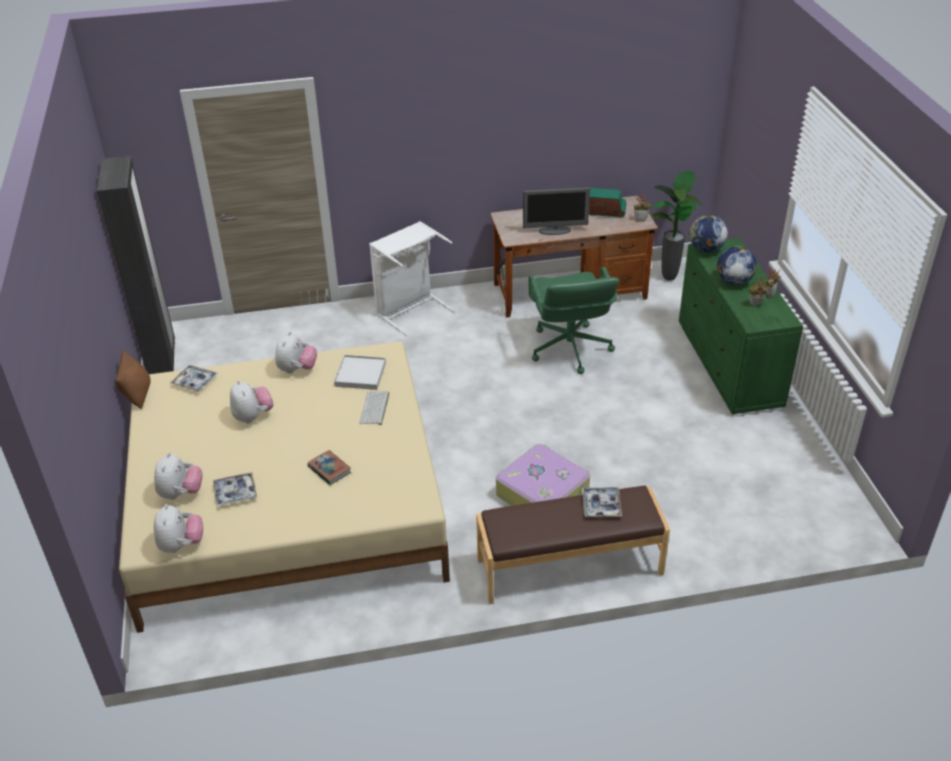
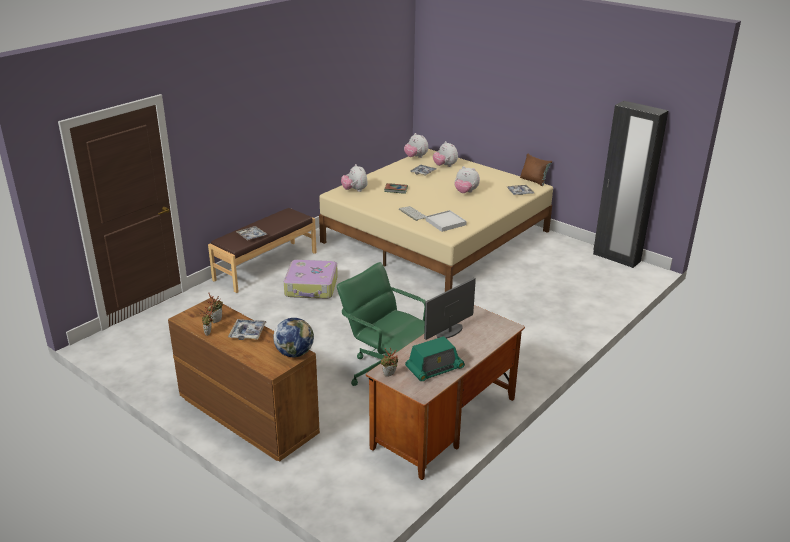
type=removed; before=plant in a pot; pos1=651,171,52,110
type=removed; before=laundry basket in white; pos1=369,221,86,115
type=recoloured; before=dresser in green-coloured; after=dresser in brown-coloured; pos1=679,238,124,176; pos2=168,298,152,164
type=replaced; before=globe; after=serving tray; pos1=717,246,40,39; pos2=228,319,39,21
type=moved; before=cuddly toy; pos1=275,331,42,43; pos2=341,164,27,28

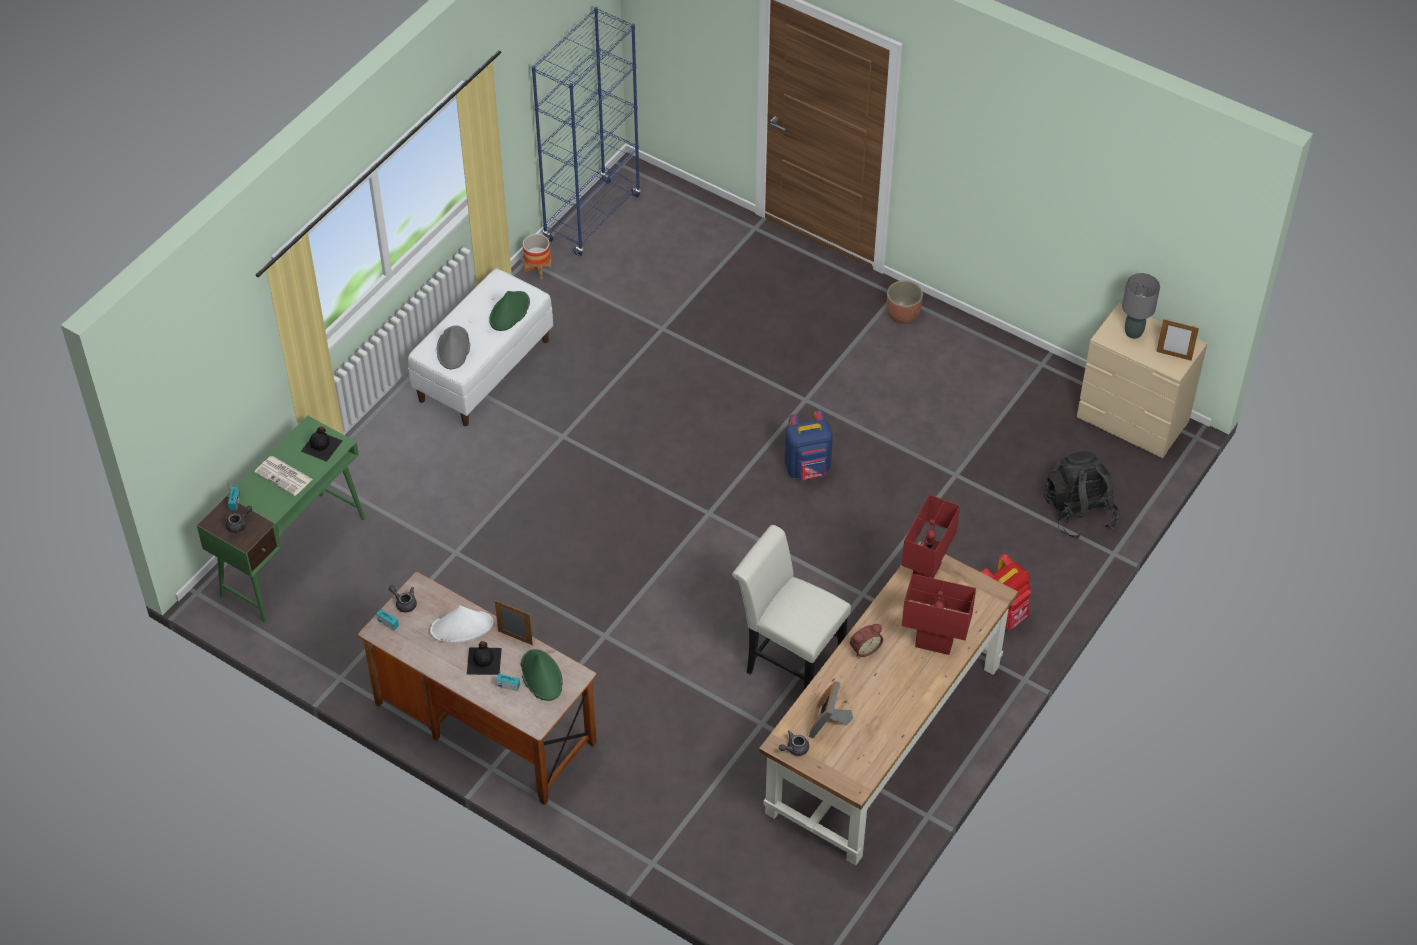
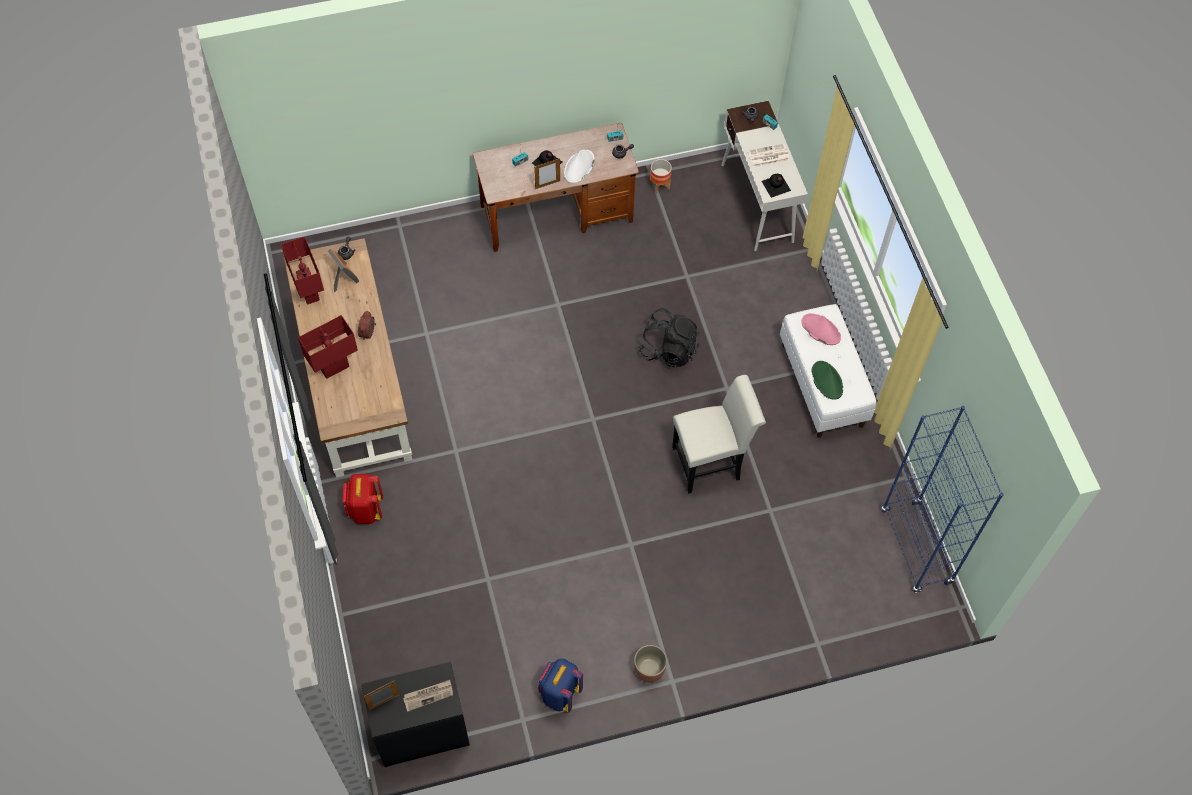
type=moved; before=flower pot; pos1=523,234,29,45; pos2=650,159,22,34
type=replaced; before=tabletop lamp in grey; after=daily paper; pos1=1122,273,38,66; pos2=403,680,50,32
type=recoloured; before=dresser in beige-coloured; after=dresser in black-coloured; pos1=1077,303,131,155; pos2=362,662,108,105
type=recoloured; before=hat in grey; after=hat in pinkish; pos1=437,325,33,44; pos2=802,313,39,32
type=moved; before=backpack in blue-coloured; pos1=785,410,48,70; pos2=538,659,45,53
type=recoloured; before=desk in green-coloured; after=desk in white; pos1=196,416,169,206; pos2=721,100,87,151
type=moved; before=backpack in black-coloured; pos1=1044,451,76,88; pos2=638,308,61,59
type=moved; before=tabletop lamp in red-coloured; pos1=902,494,58,84; pos2=281,236,43,68
type=moved; before=chair in white; pos1=732,525,119,165; pos2=672,375,94,119
type=removed; before=hat in green-coloured; pos1=521,649,42,52

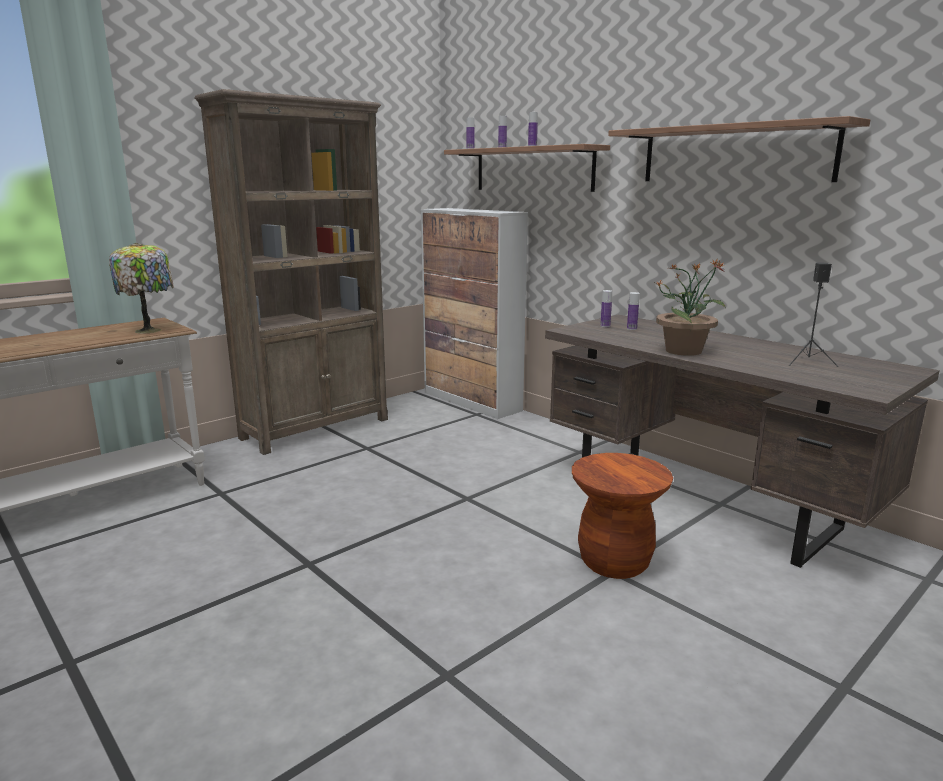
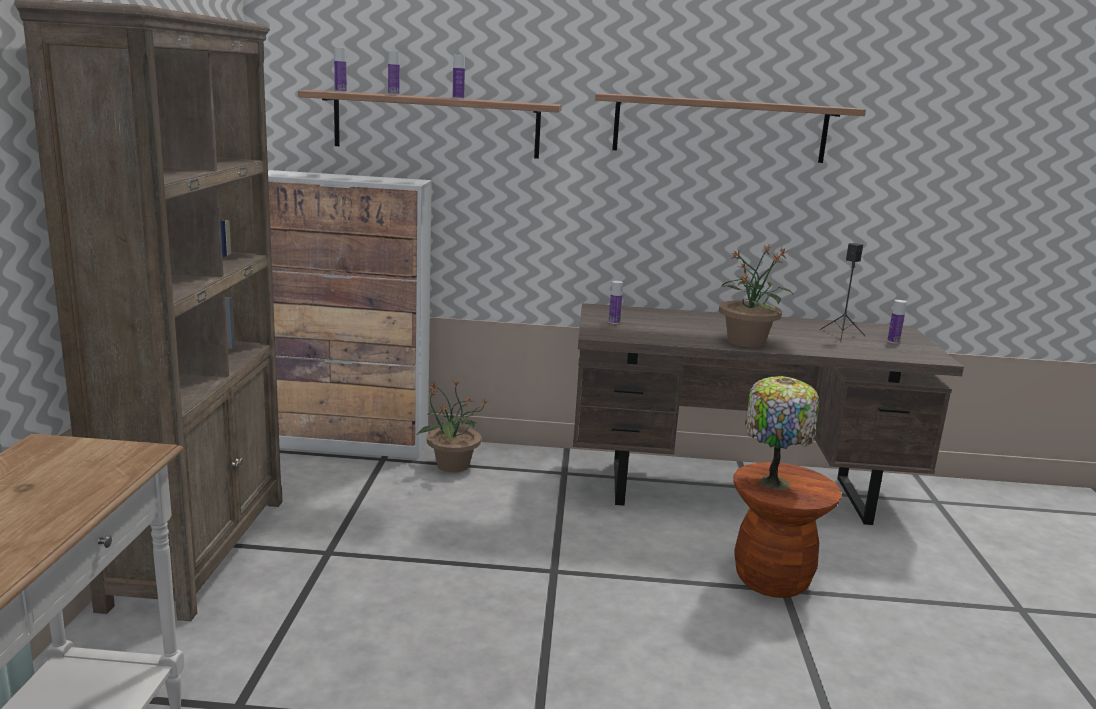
type=moved; before=tabletop lamp; pos1=109,243,65,90; pos2=745,376,74,114
type=moved; before=bottle; pos1=627,292,13,38; pos2=887,300,20,44
type=added; after=plant in a pot; pos2=417,379,71,93

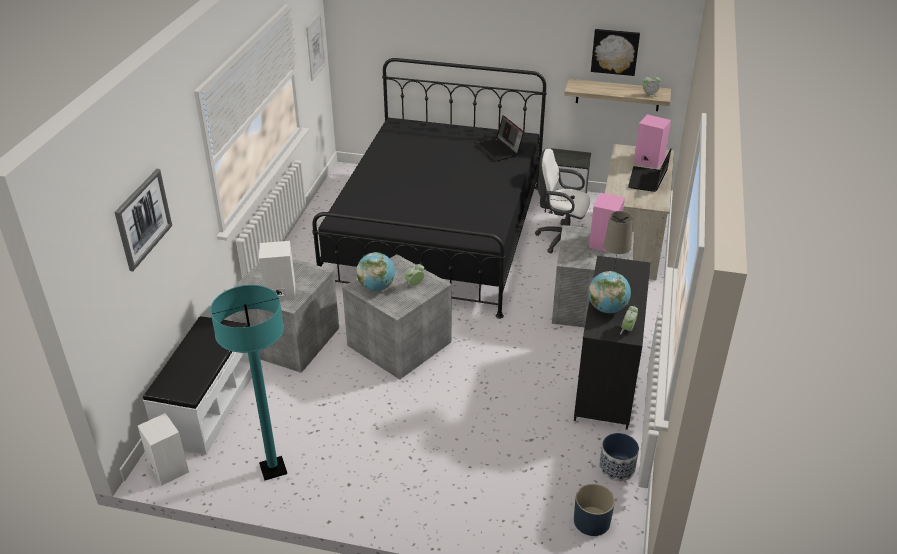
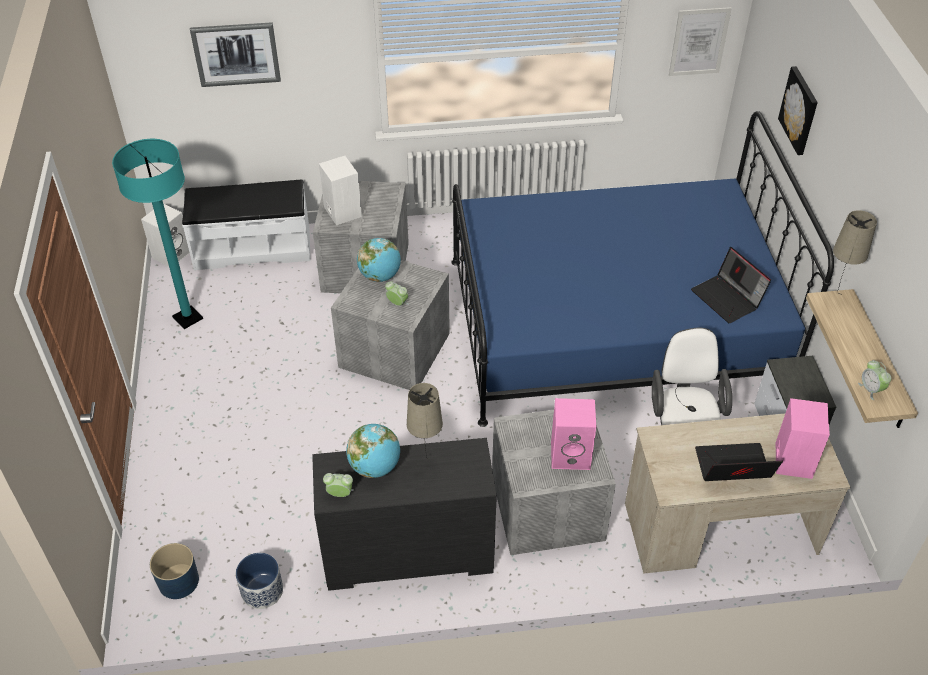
type=moved; before=picture; pos1=591,29,49,47; pos2=778,66,40,89
type=recoloured; before=bed in black-coloured; after=bed in blue-coloured; pos1=312,58,235,261; pos2=451,111,383,316
type=turned; before=notebook computer; pos1=476,115,48,47; pos2=691,247,80,76; turn=-75
type=added; after=tabletop lamp in beige-coloured; pos2=833,210,44,84

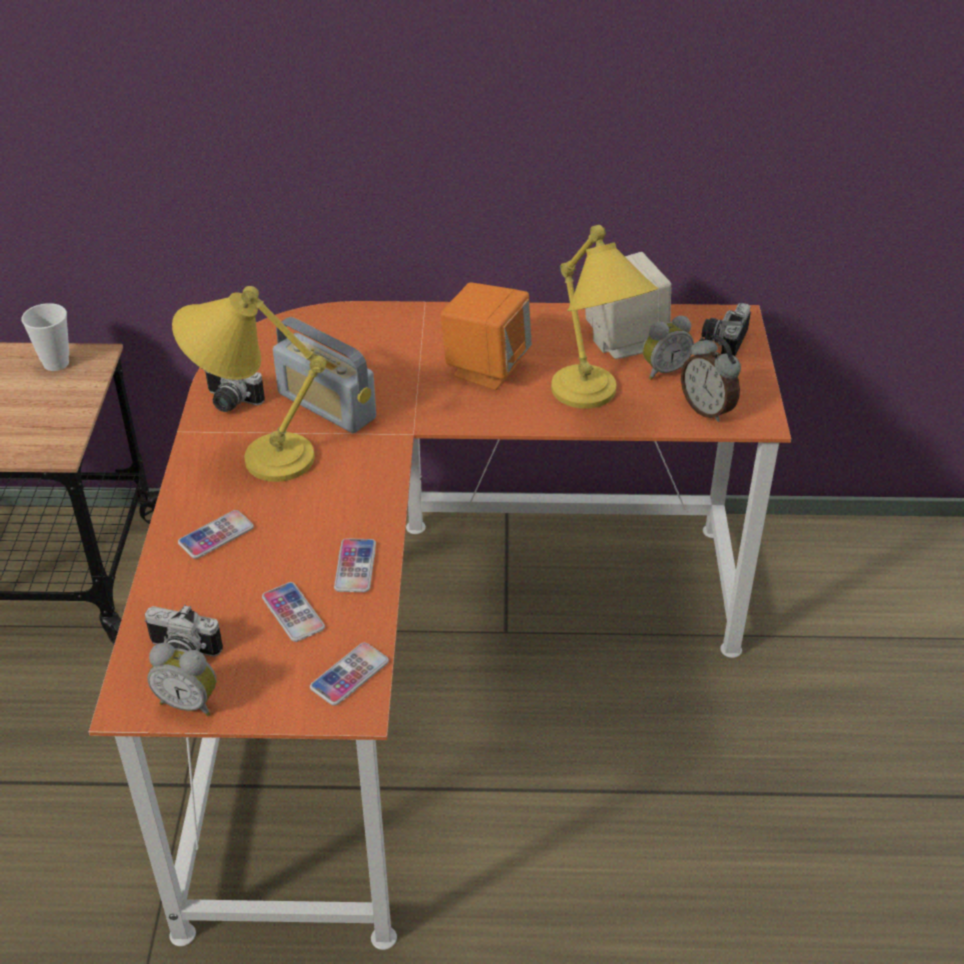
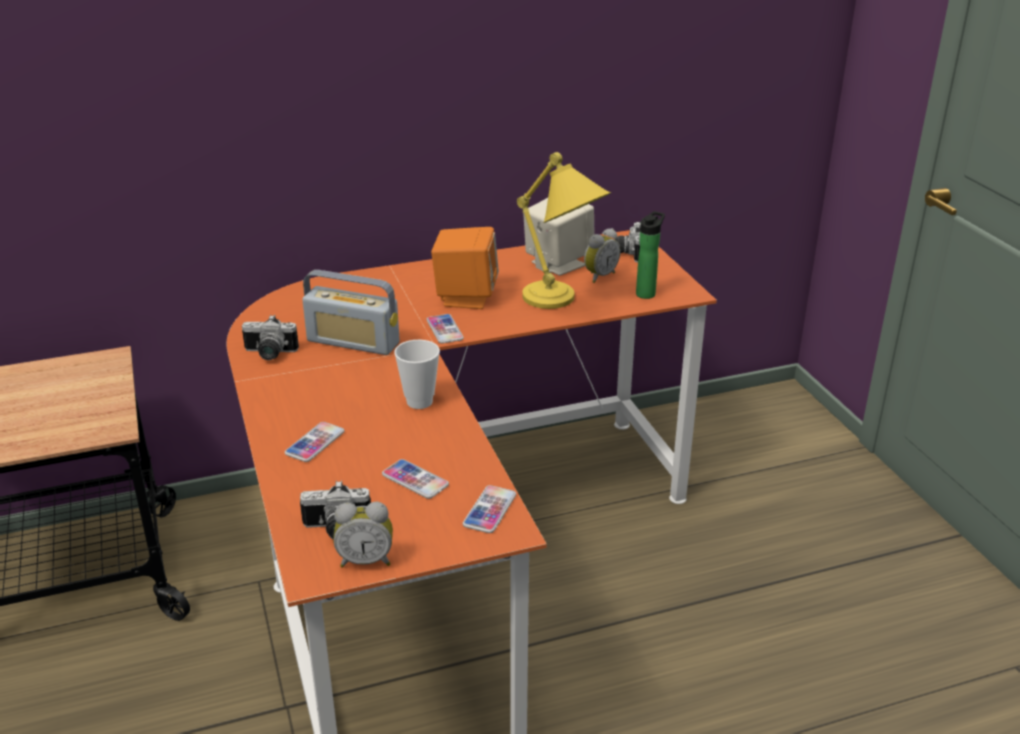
type=removed; before=tabletop lamp in yellow-coloured; pos1=172,286,155,196
type=moved; before=drinking cup; pos1=22,303,47,68; pos2=394,340,46,69
type=replaced; before=table clock; after=bottle; pos1=681,335,60,87; pos2=636,211,29,88
type=moved; before=handset; pos1=334,538,42,54; pos2=427,314,37,29

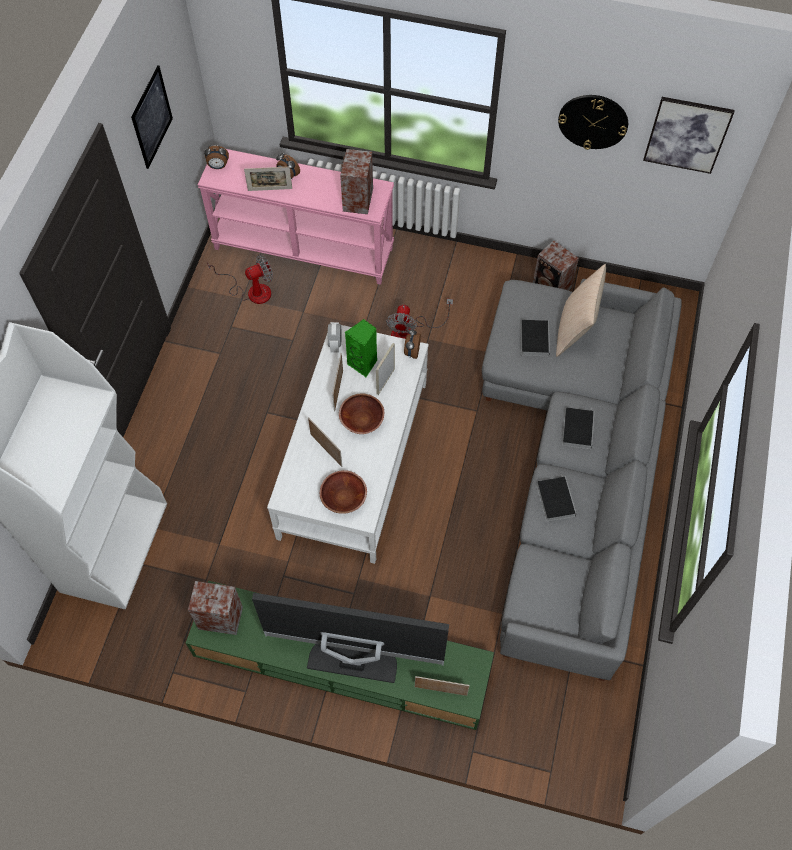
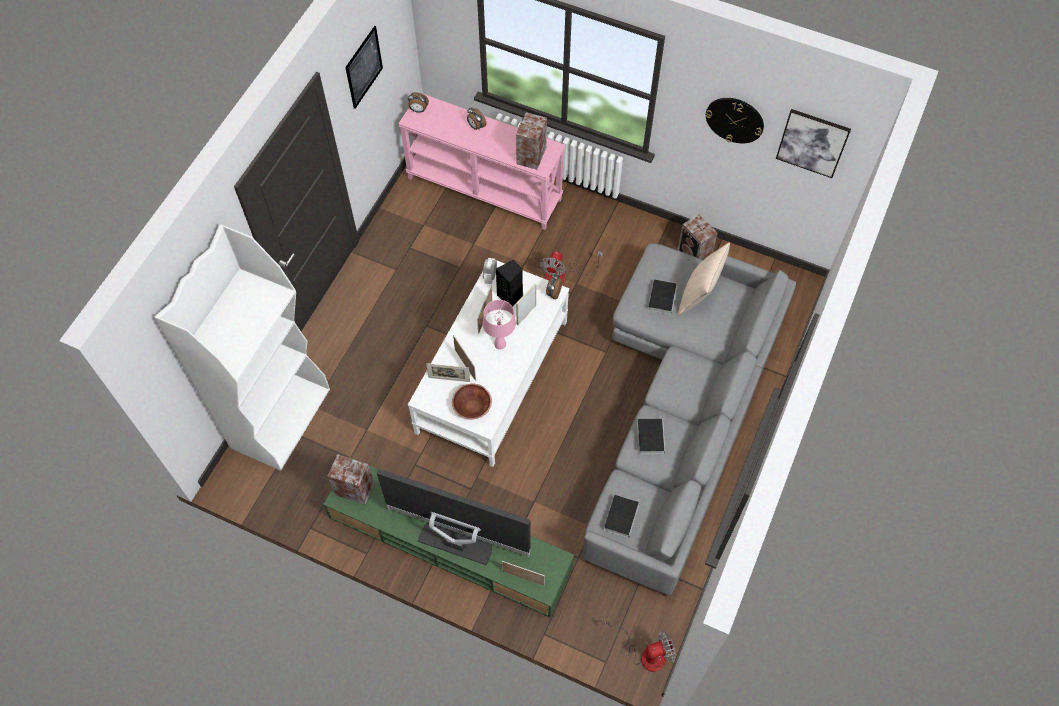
type=moved; before=photo frame; pos1=244,167,48,24; pos2=426,363,44,19
type=moved; before=fan; pos1=207,254,66,50; pos2=603,619,73,53
type=recoloured; before=loudspeaker in green-coloured; after=loudspeaker in black-coloured; pos1=345,319,32,59; pos2=496,260,27,47
type=replaced; before=deep dish in brown-coloured; after=tabletop lamp in pinkish; pos1=339,394,45,40; pos2=483,300,33,49
type=moved; before=bound book; pos1=562,408,33,41; pos2=604,495,36,43

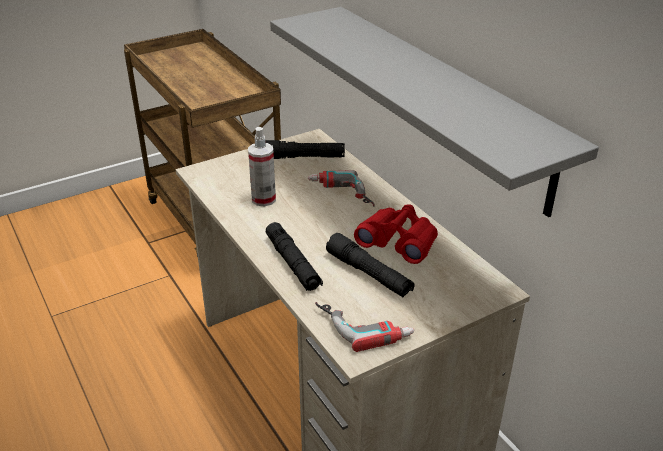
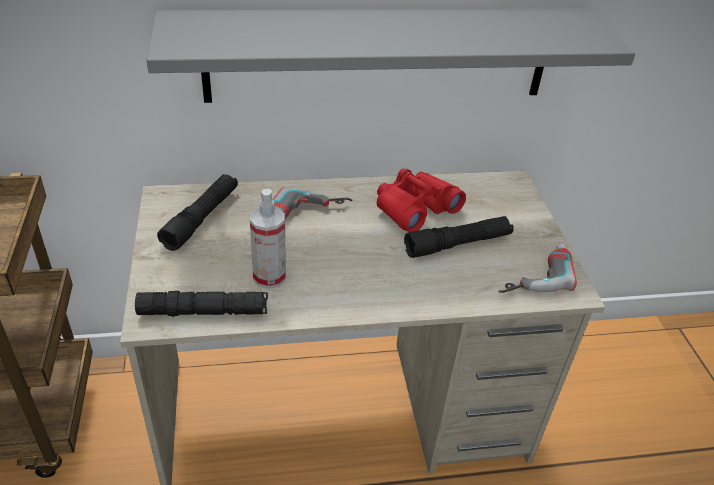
type=moved; before=torch in black-coloured; pos1=266,222,57,69; pos2=135,291,133,26

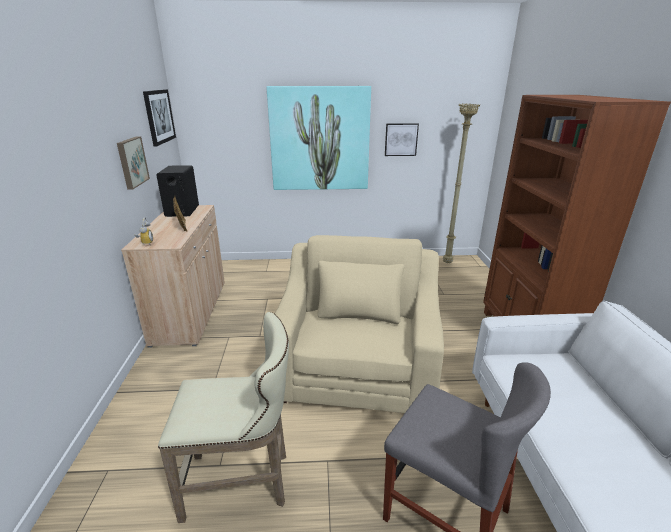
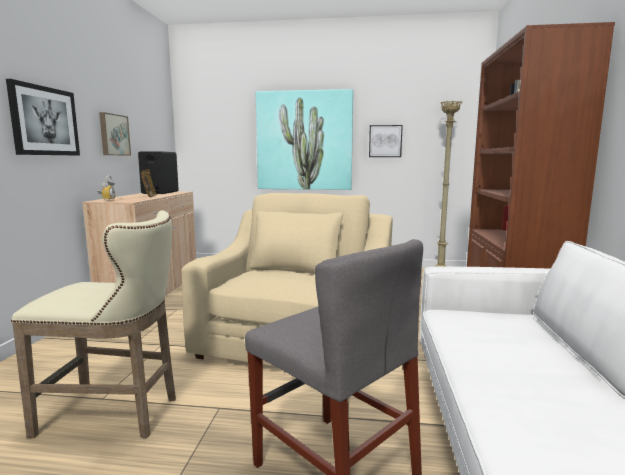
type=moved; before=picture; pos1=143,89,33,57; pos2=6,79,74,77

